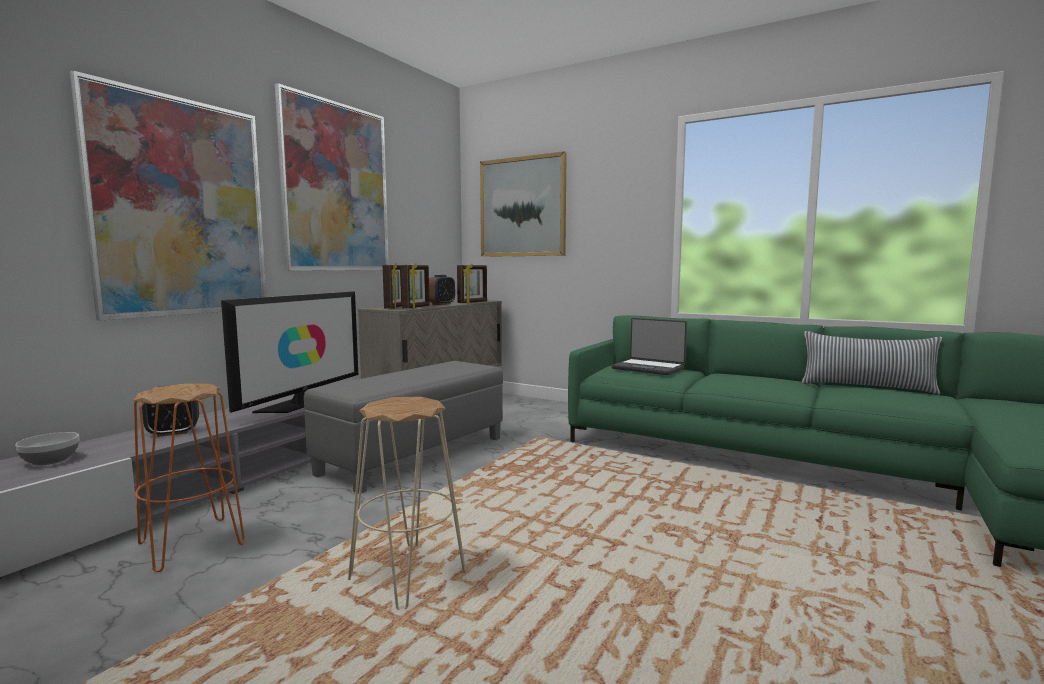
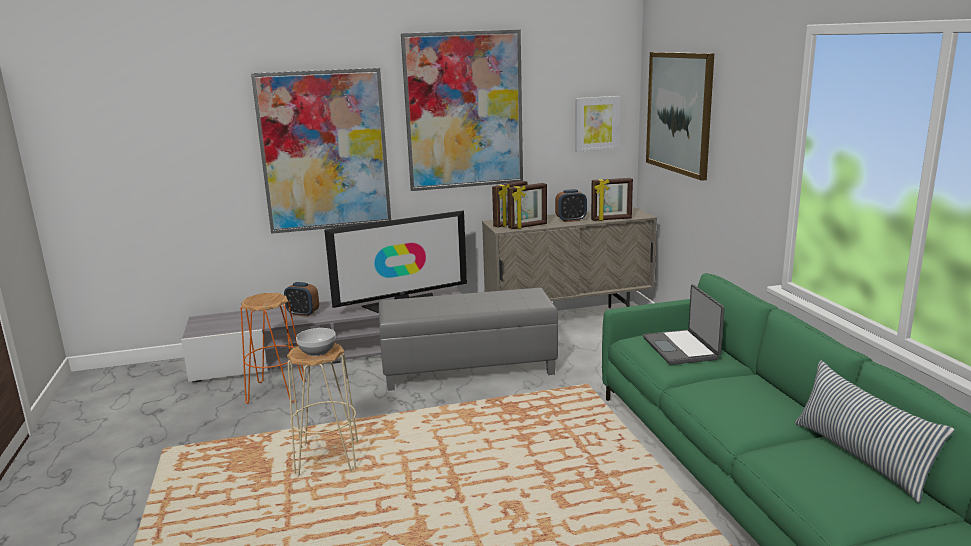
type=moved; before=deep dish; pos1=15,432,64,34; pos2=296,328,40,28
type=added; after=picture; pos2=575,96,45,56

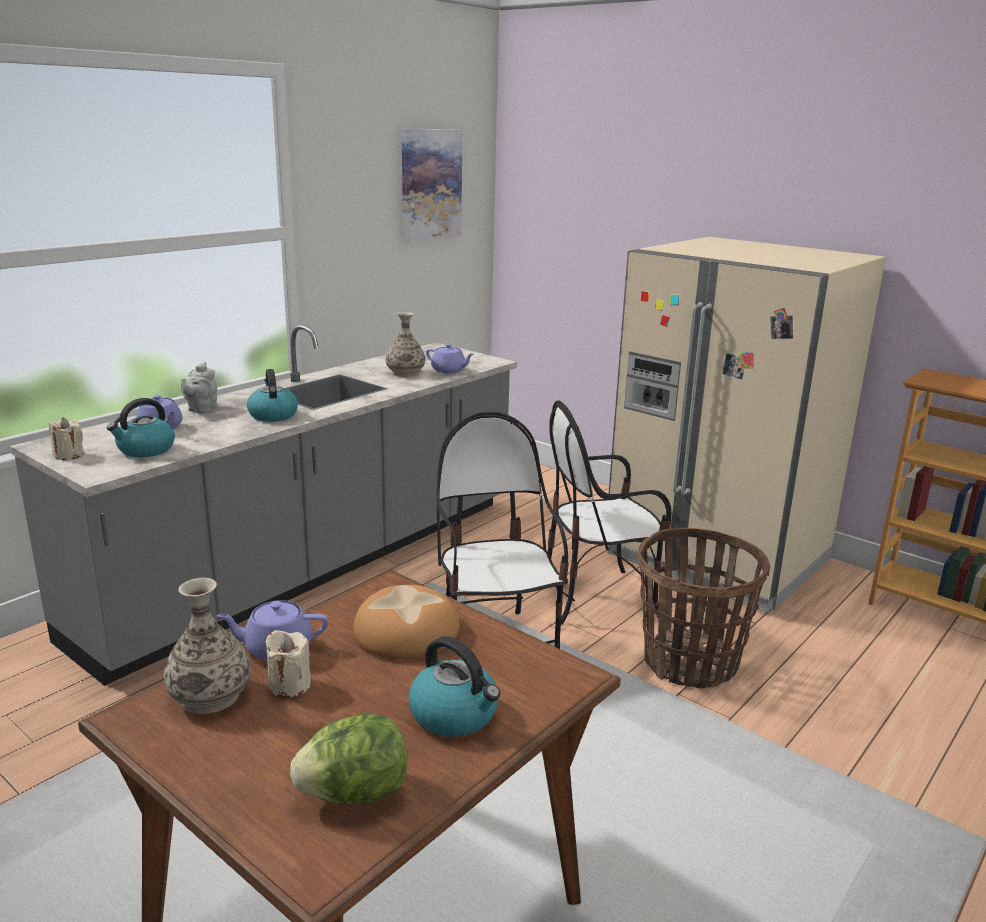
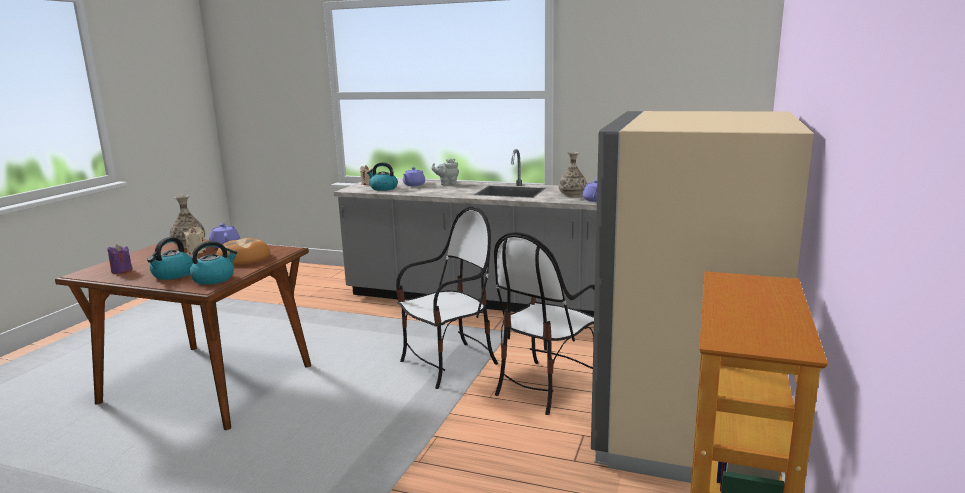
type=removed; before=picture; pos1=402,129,61,114
type=moved; before=tea kettle; pos1=247,369,51,53; pos2=189,241,48,44
type=turned; before=chair; pos1=548,400,124,225; pos2=494,232,101,183; turn=-105
type=removed; before=household basket; pos1=638,528,133,161
type=replaced; before=lettuce head; after=wax light in purple-coloured; pos1=290,714,117,90; pos2=107,244,25,30

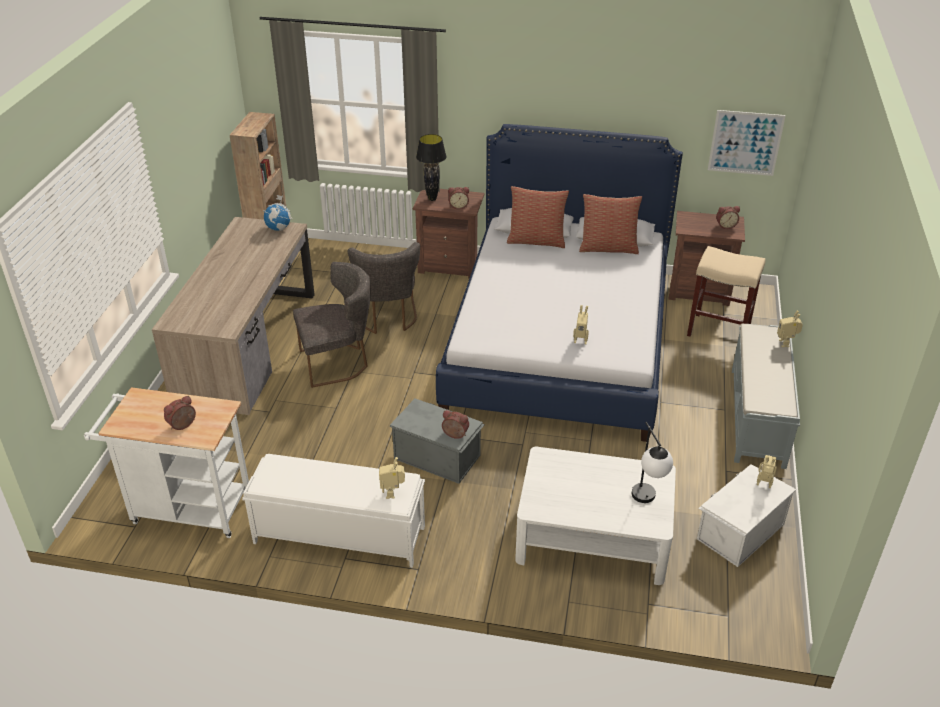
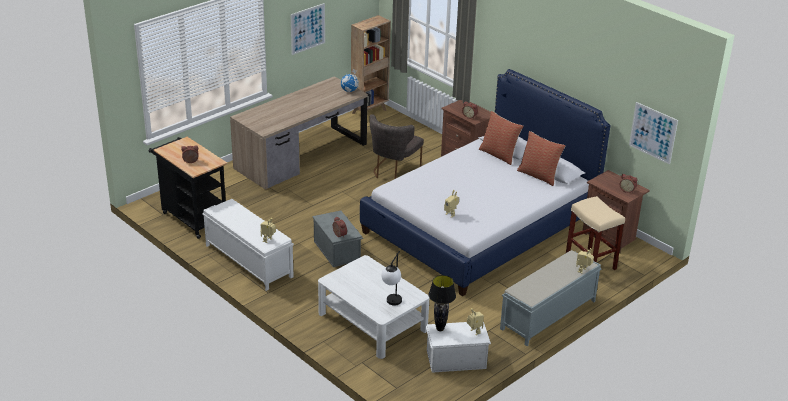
type=moved; before=tabletop lamp in black-coloured; pos1=416,134,30,67; pos2=428,275,28,56
type=removed; before=chair in grey; pos1=293,262,78,126
type=recoloured; before=cart in white; after=cart in black-coloured; pos1=84,387,165,151; pos2=149,137,78,102
type=added; after=picture; pos2=291,3,34,52

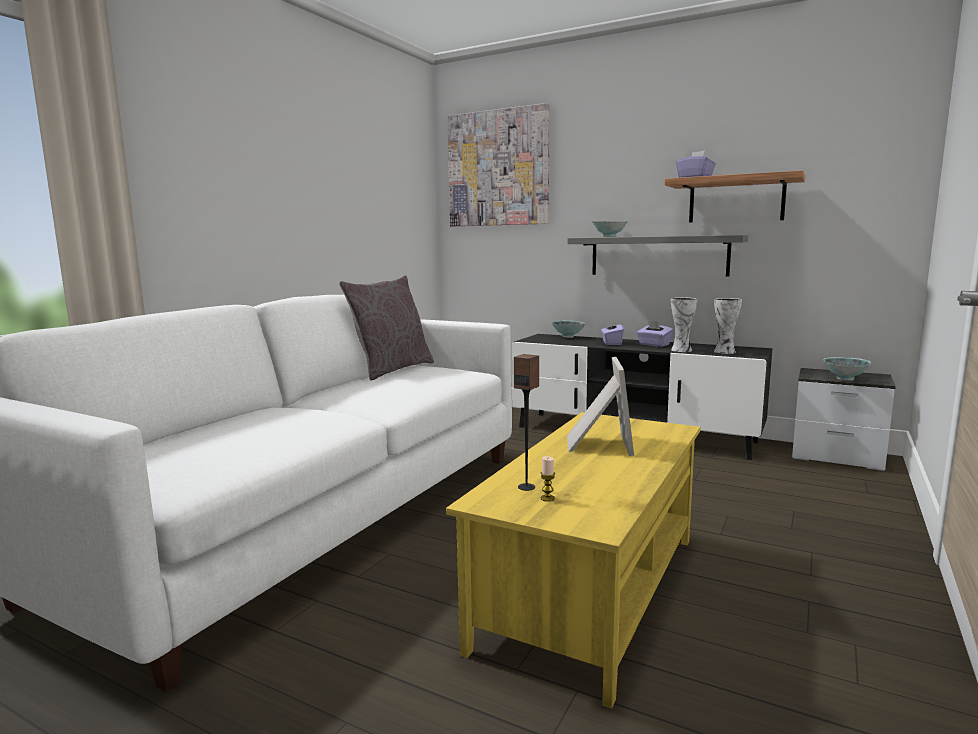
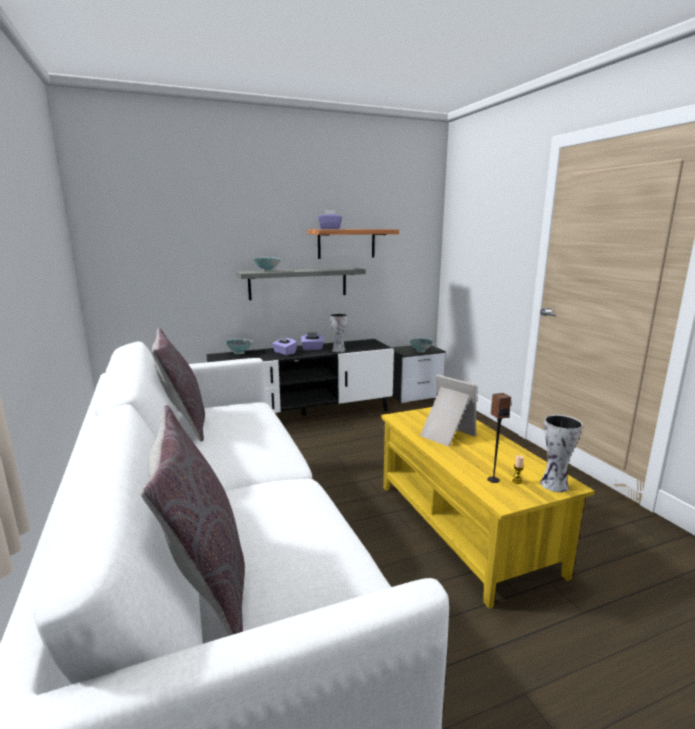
type=removed; before=picture; pos1=447,103,102,123
type=moved; before=decorative vase; pos1=714,298,28,56; pos2=540,415,43,77
type=added; after=throw pillow in grey; pos2=140,405,105,231

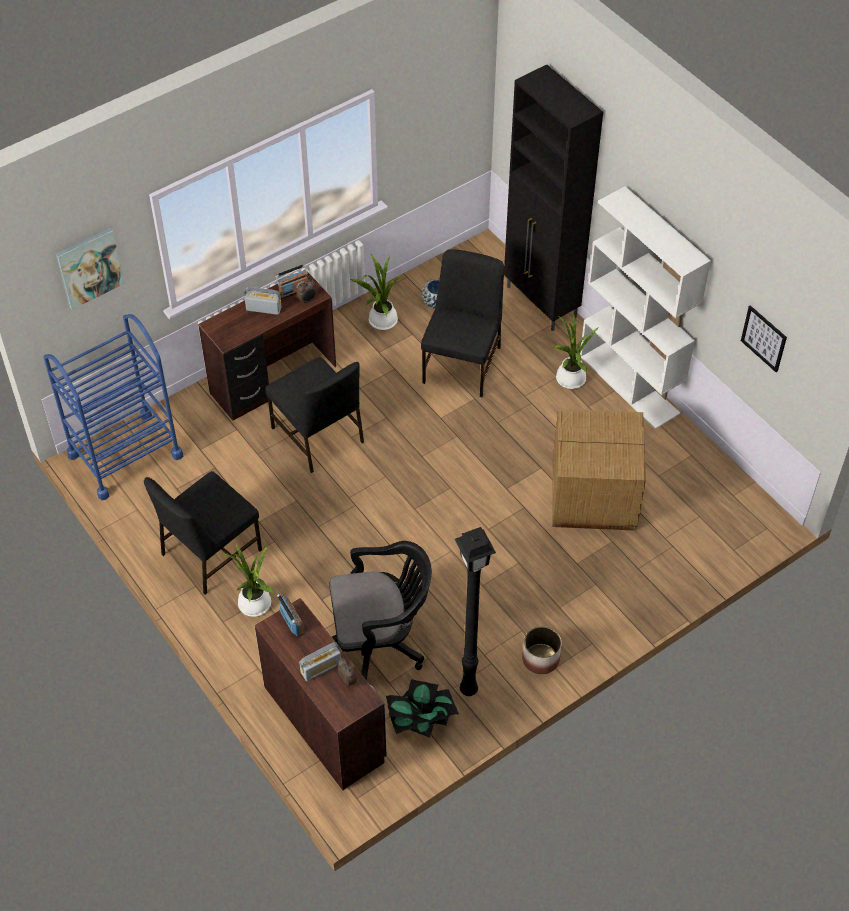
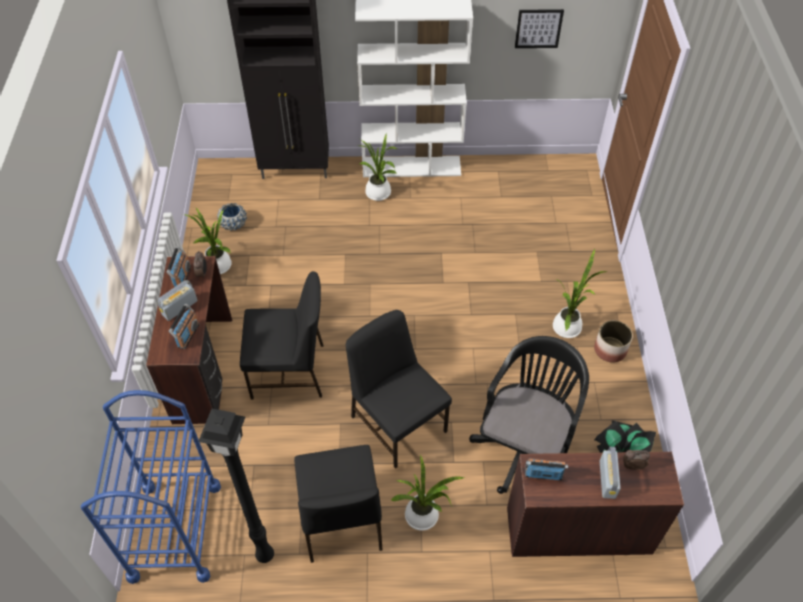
type=removed; before=picture; pos1=56,228,68,82
type=moved; before=chair in black-coloured; pos1=421,249,83,148; pos2=346,310,106,159
type=removed; before=carton; pos1=552,409,94,122
type=moved; before=standard lamp in black-coloured; pos1=455,527,41,169; pos2=198,409,76,154
type=added; after=plant in a pot; pos2=553,249,54,89
type=added; after=radio set; pos2=169,304,30,45

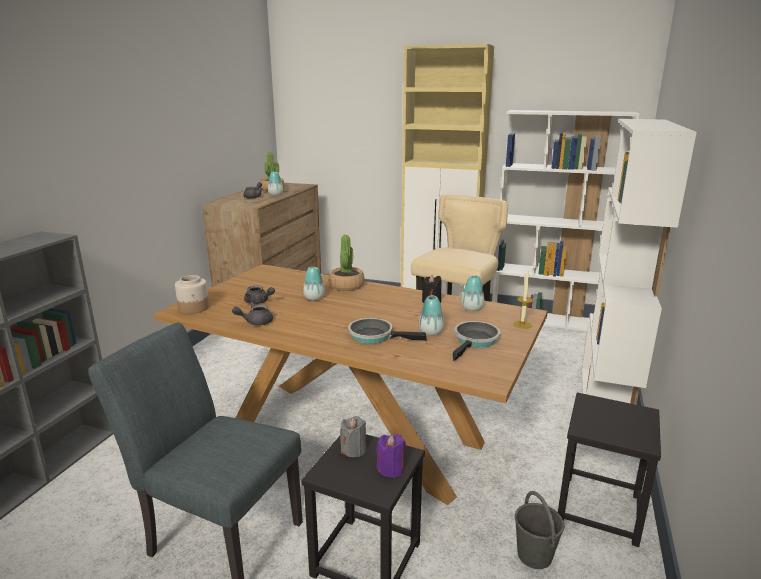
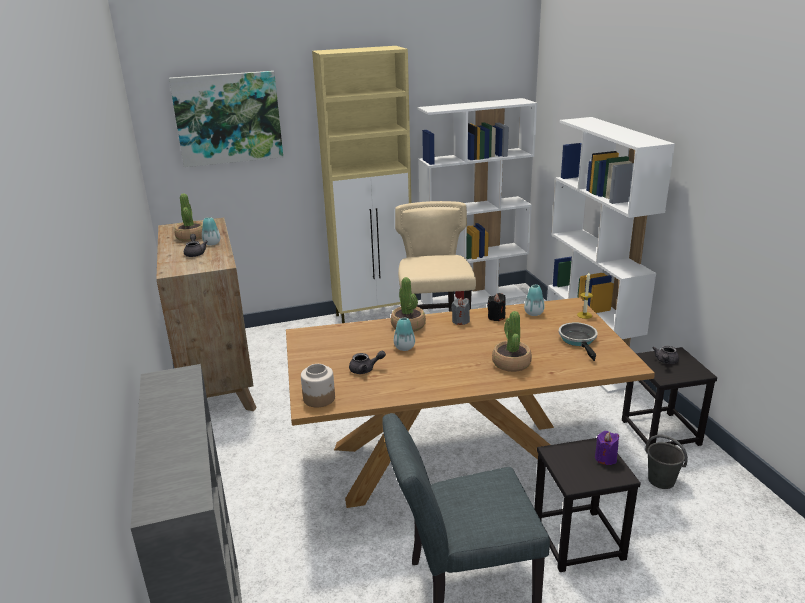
type=removed; before=decorative vase; pos1=419,295,25,41
type=moved; before=tea pot in grey; pos1=232,302,41,23; pos2=653,346,26,18
type=replaced; before=pan; after=plant in a pot; pos1=348,318,78,26; pos2=492,311,40,61
type=moved; before=wax light in grey; pos1=340,416,26,41; pos2=451,298,19,27
type=added; after=picture; pos2=169,71,114,96

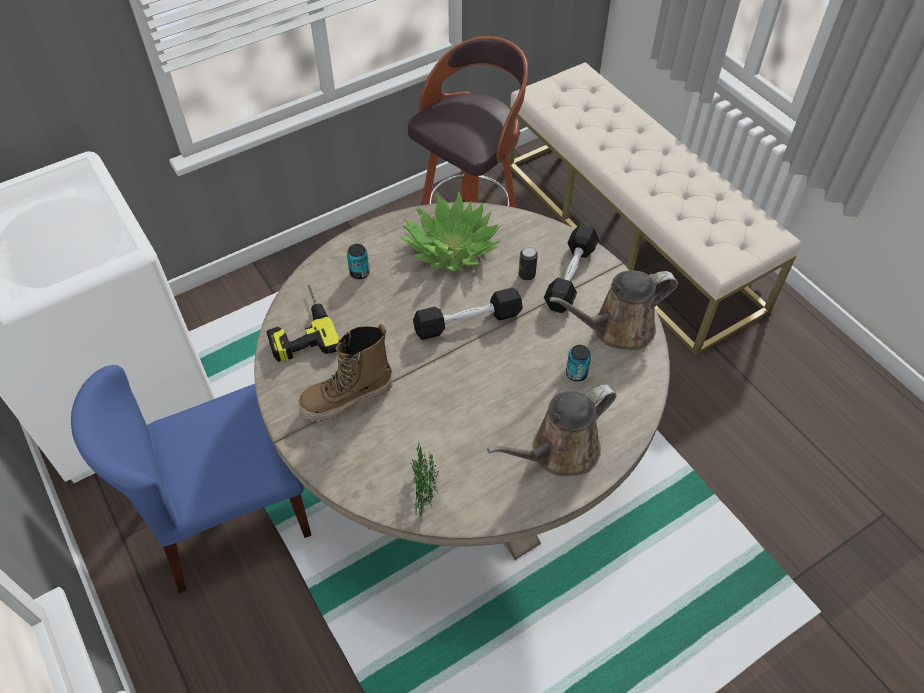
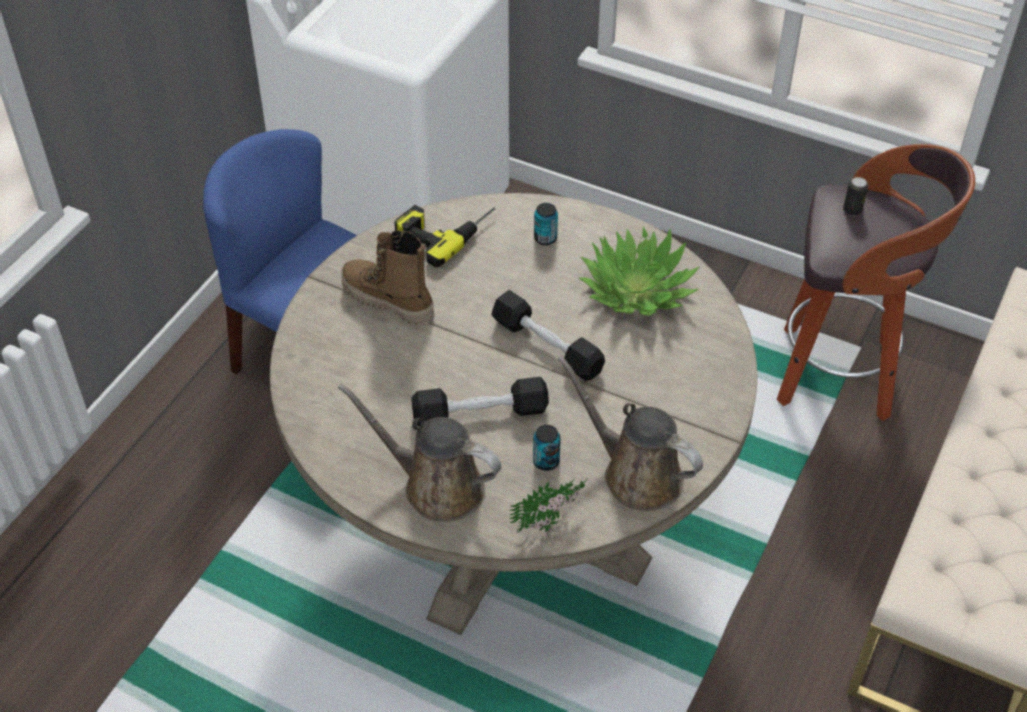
type=moved; before=dumbbell in black-coloured; pos1=544,224,55,89; pos2=411,377,138,50
type=moved; before=sealed can; pos1=519,247,19,34; pos2=843,177,25,39
type=moved; before=plant in a pot; pos1=410,444,30,75; pos2=509,479,78,54

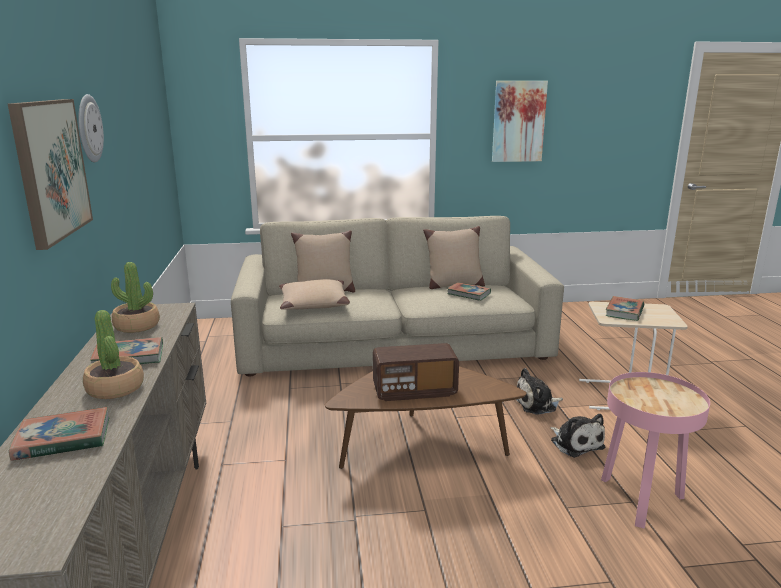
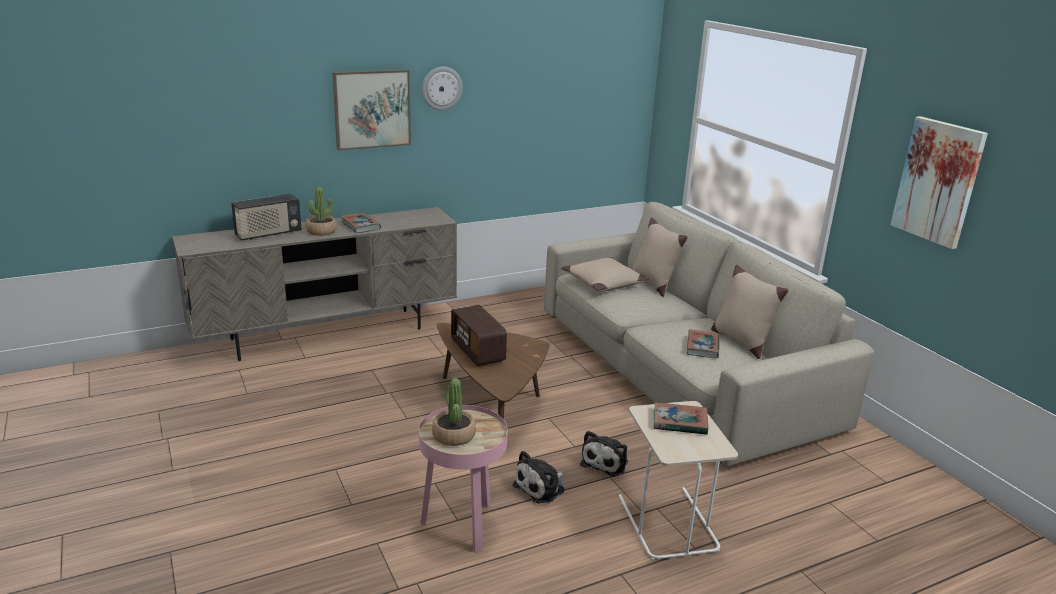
type=moved; before=plant in a pot; pos1=111,262,49,71; pos2=432,378,44,68
type=turned; before=cuddly toy; pos1=515,368,48,47; pos2=580,431,48,46; turn=-120
type=replaced; before=bound book; after=radio set; pos1=9,407,100,54; pos2=231,194,71,46

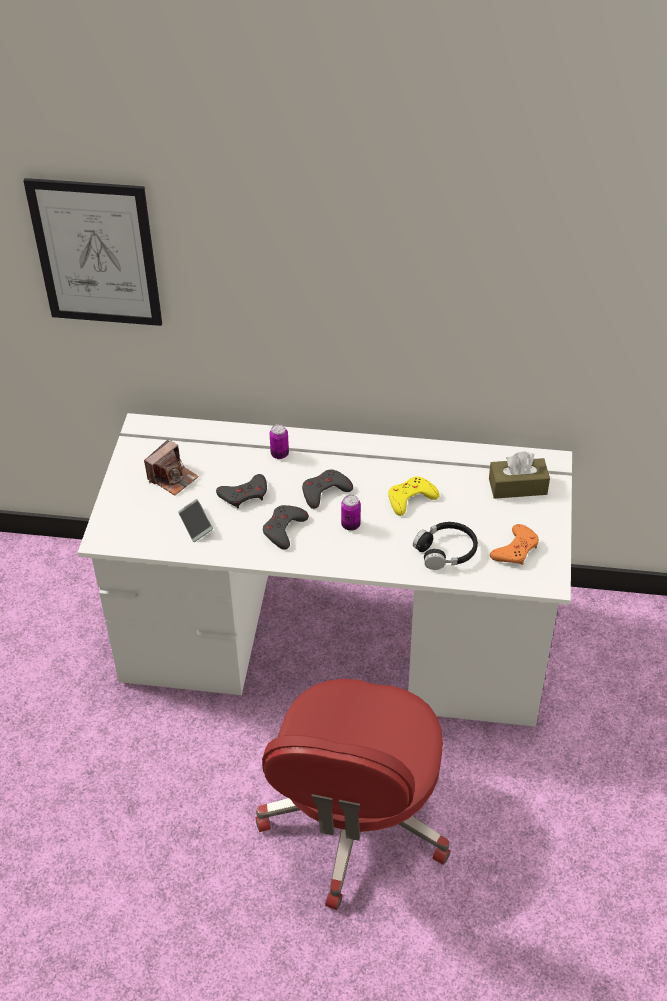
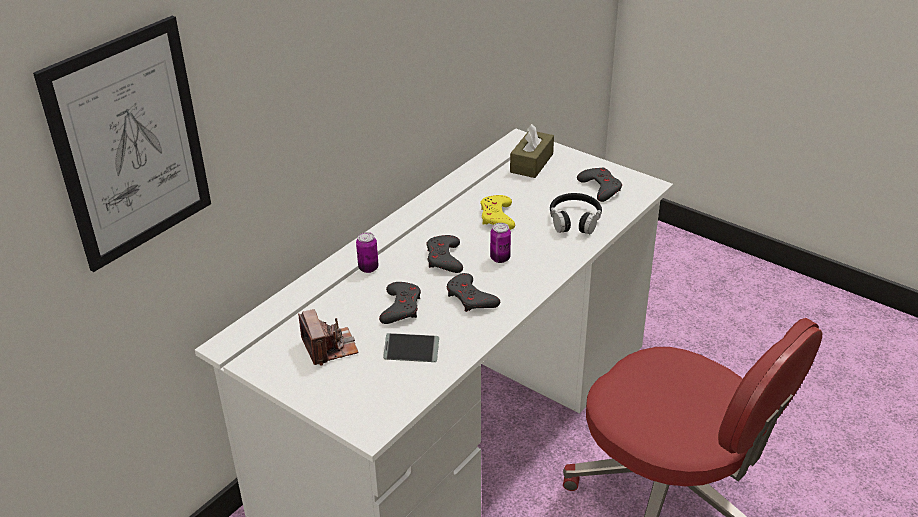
type=recoloured; before=gamepad in orange-coloured; after=gamepad in grey; pos1=490,524,49,41; pos2=577,167,45,35

